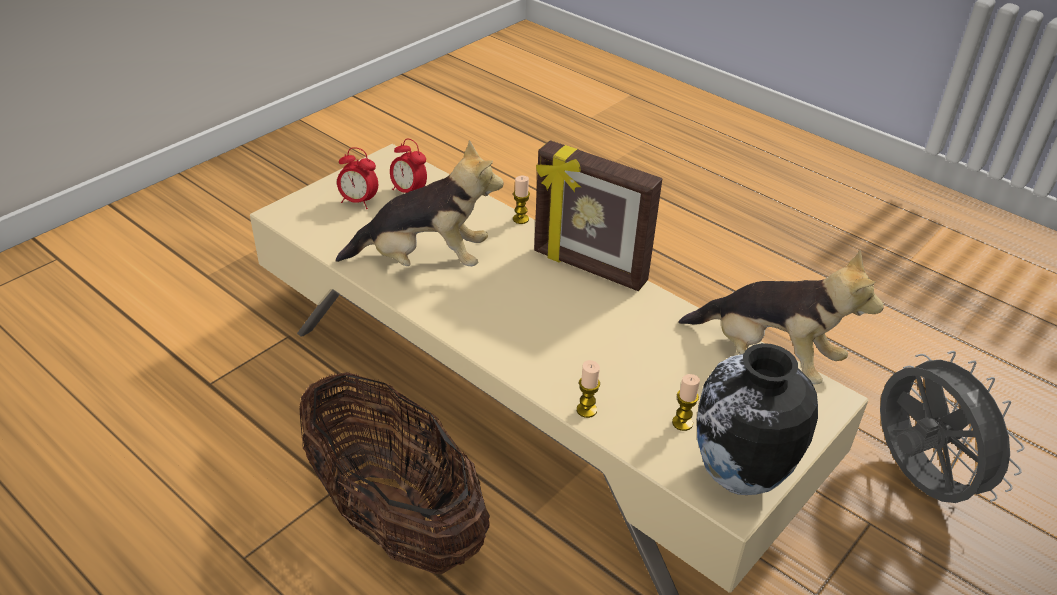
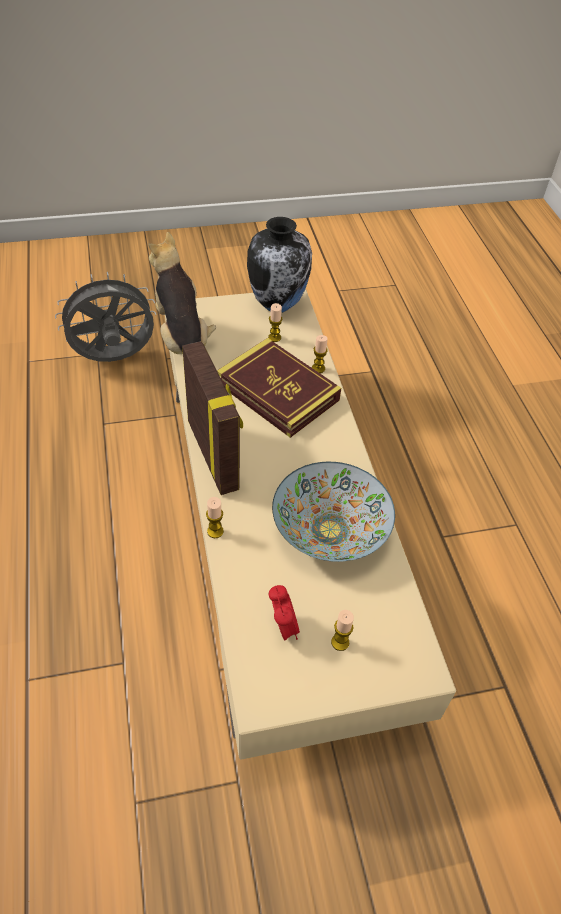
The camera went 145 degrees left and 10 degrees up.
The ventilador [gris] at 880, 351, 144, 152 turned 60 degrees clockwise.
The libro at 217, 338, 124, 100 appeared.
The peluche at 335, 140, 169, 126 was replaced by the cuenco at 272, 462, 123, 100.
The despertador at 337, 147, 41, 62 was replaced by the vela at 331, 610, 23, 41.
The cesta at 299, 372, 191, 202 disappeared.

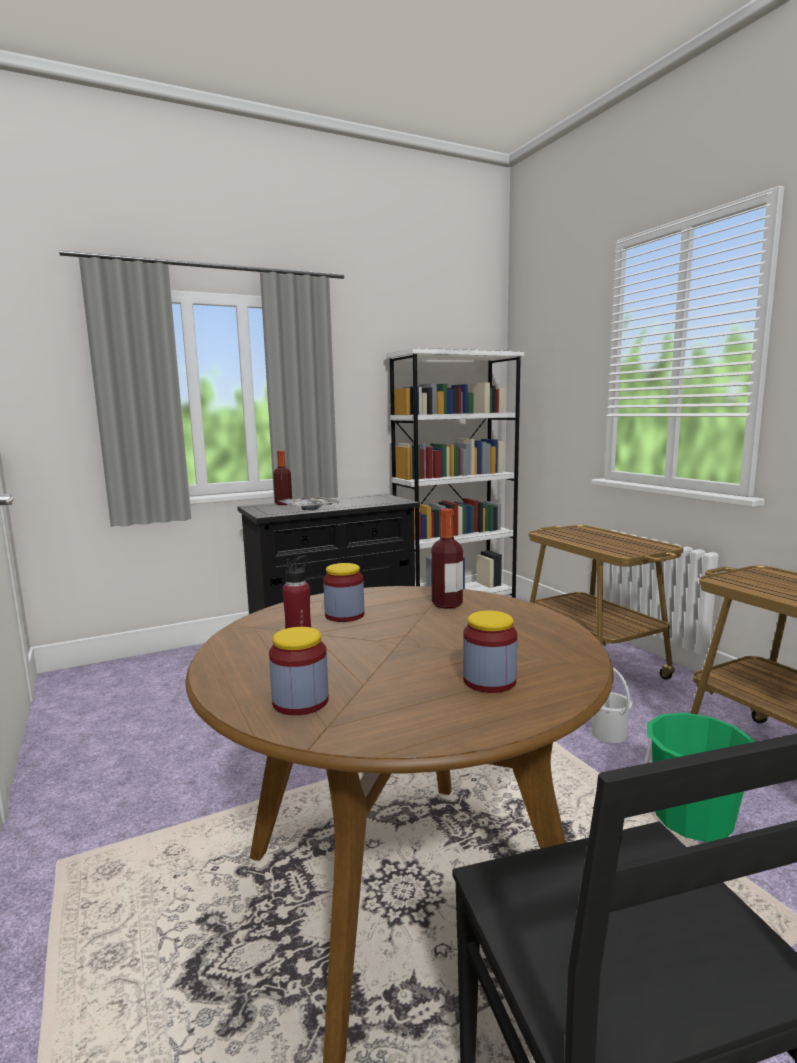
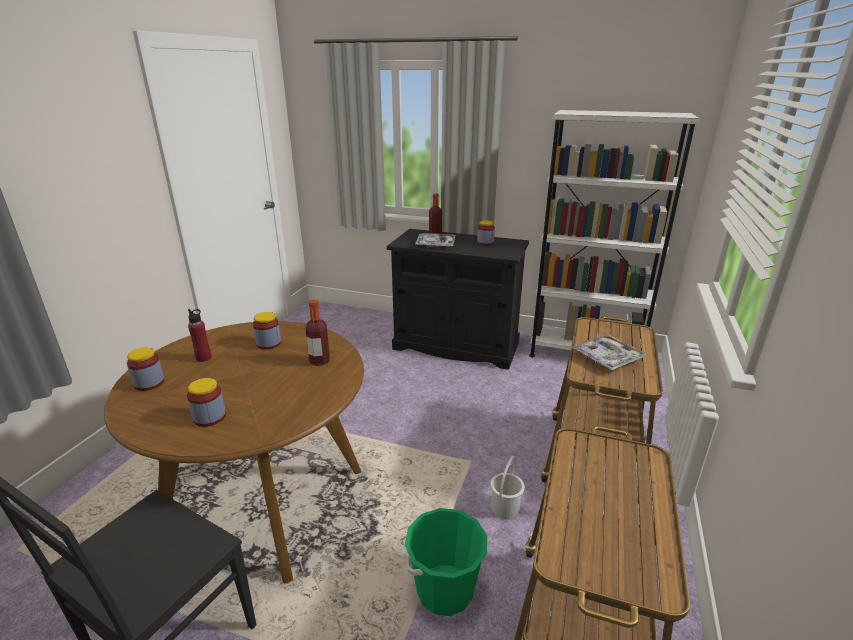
The camera went 45 degrees right and 15 degrees up.
The tarro at 477, 220, 18, 25 appeared.
The bandeja at 571, 334, 75, 36 appeared.

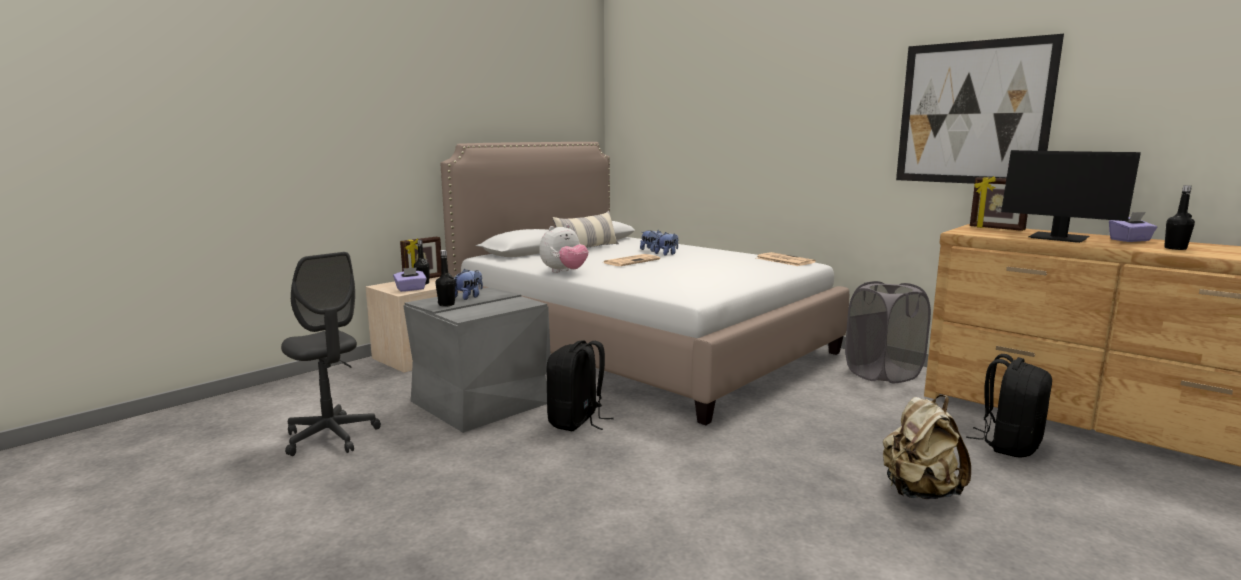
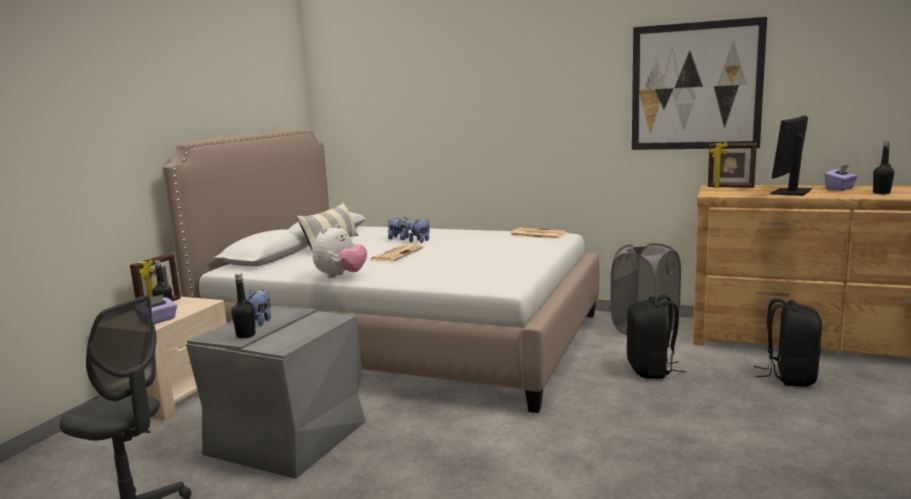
The camera went 20 degrees left and 0 degrees up.
The mochila [negro] moved from 546, 340, 68, 91 to 626, 295, 60, 84.
The monitor at 1001, 150, 140, 93 turned 105 degrees clockwise.
The mochila [beis] at 883, 395, 88, 104 disappeared.

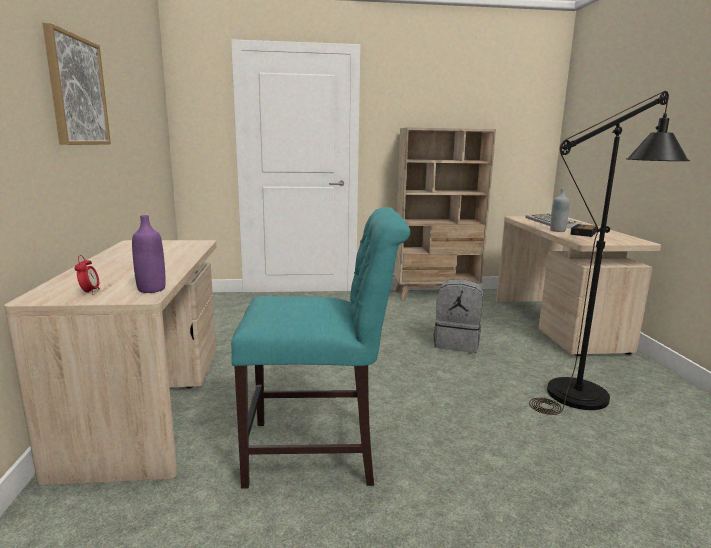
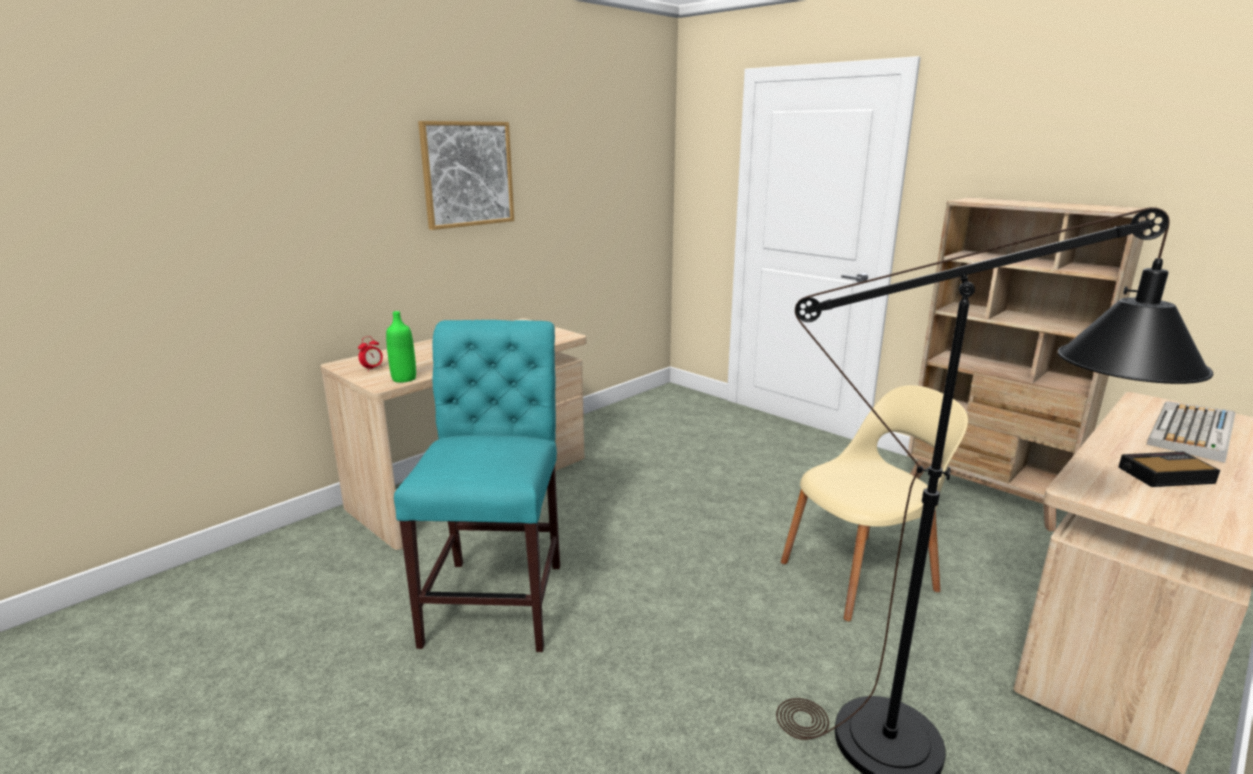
The camera went 50 degrees right and 5 degrees up.
The botella [morado] at 132, 215, 34, 78 became the botella [verde] at 386, 311, 30, 72.
The silla [turquesa] at 231, 207, 179, 282 turned 135 degrees counterclockwise.
The mochila [gris] at 434, 279, 49, 74 was replaced by the silla [beis] at 781, 385, 187, 237.
The botella [gris] at 550, 188, 20, 44 disappeared.

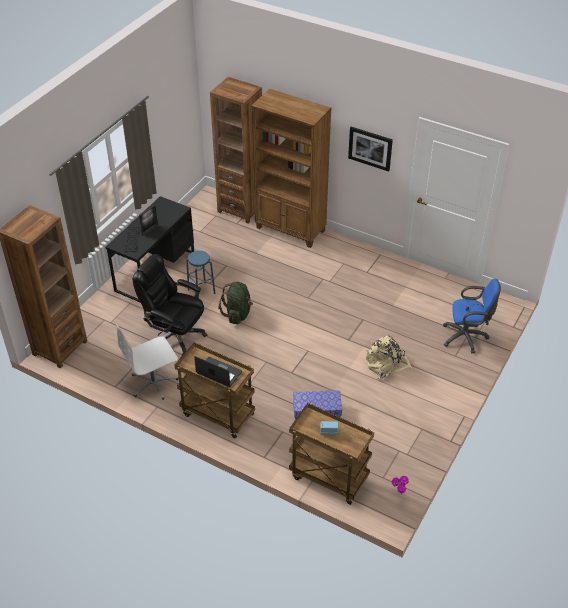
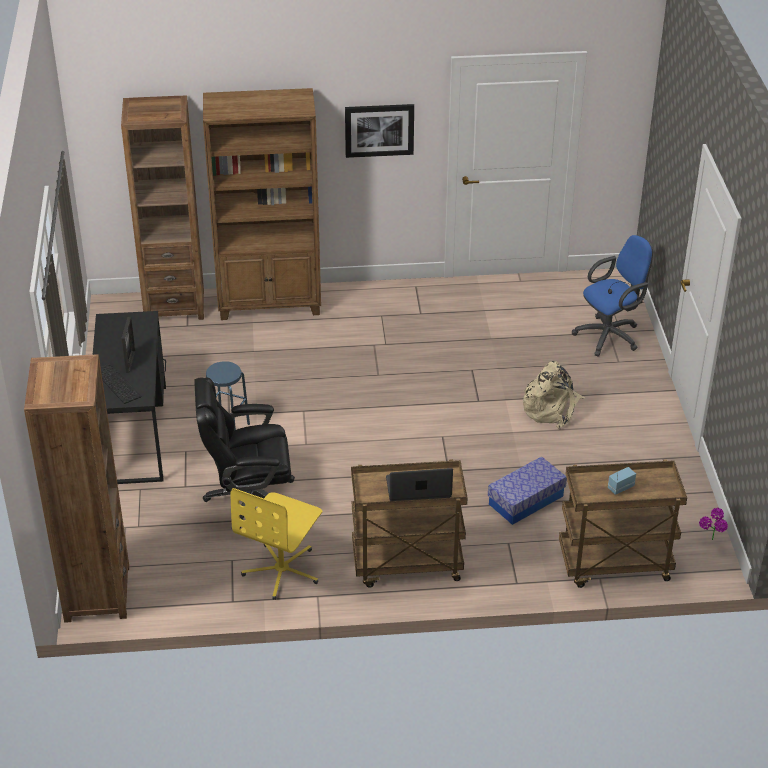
The camera went 35 degrees left and 5 degrees down.
The silla de oficina [blanco] at 116, 324, 62, 76 became the silla de oficina [amarillo] at 231, 488, 91, 112.
The mochila [verde] at 218, 282, 35, 42 disappeared.

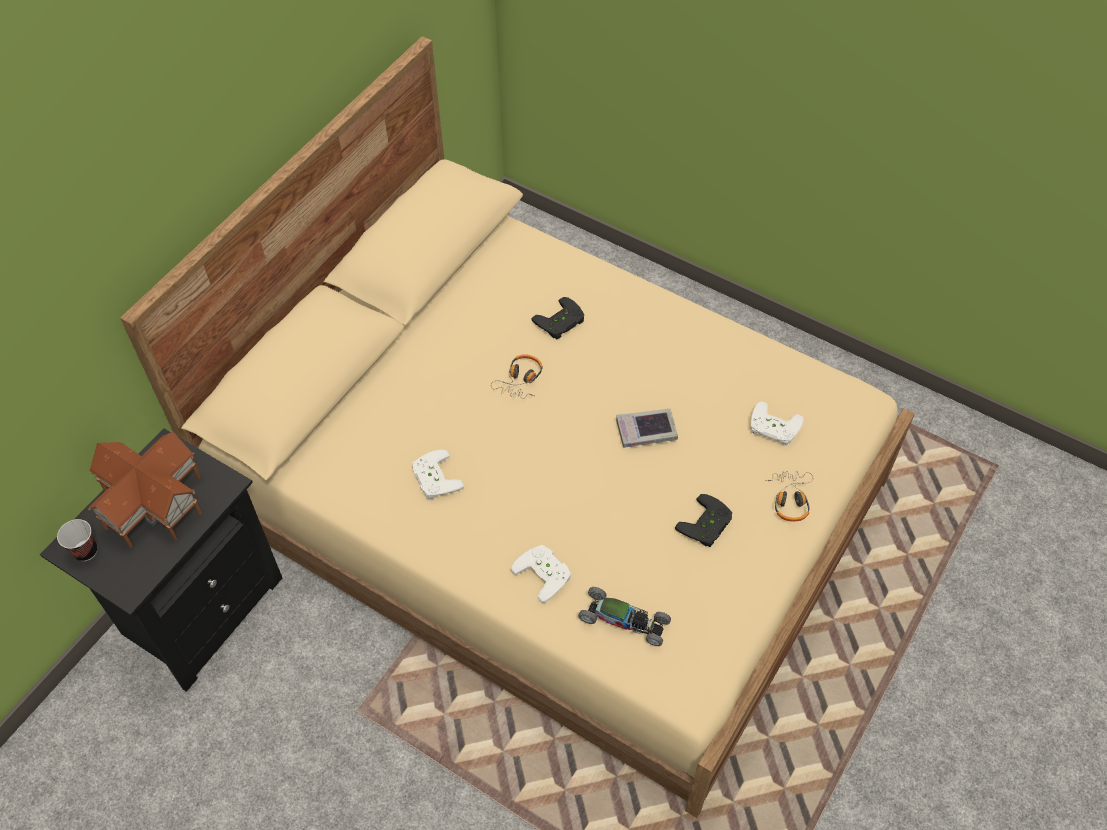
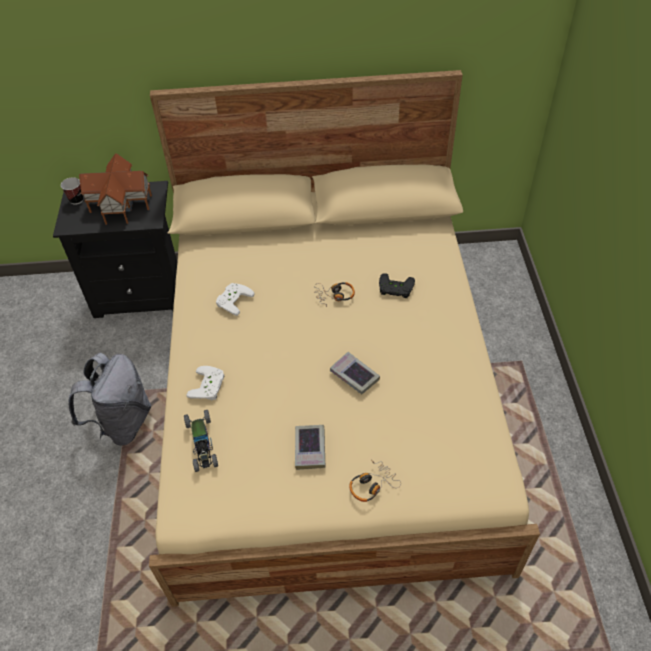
The camera went 55 degrees right and 5 degrees down.
The mochila [gris] at 68, 353, 83, 93 appeared.
The mando de consola [negro] at 675, 494, 57, 53 was replaced by the libro at 295, 425, 31, 45.
The mando de consola [blanco] at 750, 401, 54, 45 disappeared.

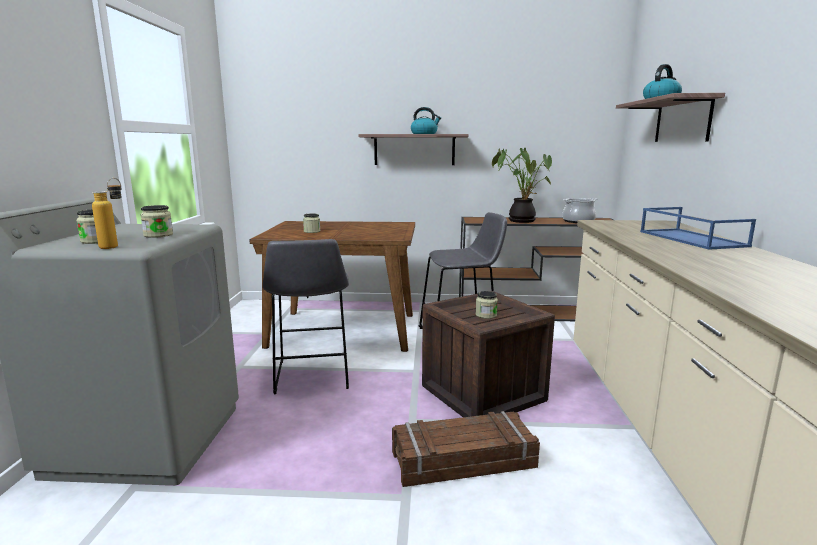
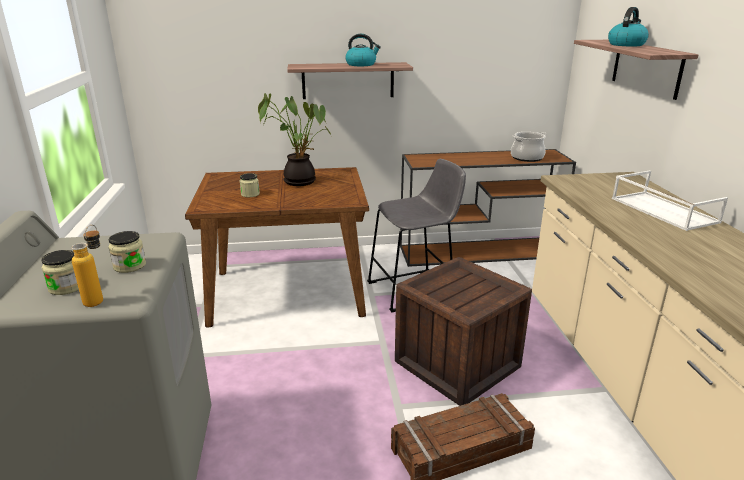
The camera went 10 degrees left and 10 degrees up.
The planta en maceta moved from 492, 148, 60, 75 to 258, 93, 73, 93.
The bandeja [azul] at 640, 207, 116, 43 became the bandeja [blanco] at 612, 171, 116, 60.
The taburete [gris] at 263, 239, 86, 155 disappeared.
The tarro at 475, 291, 23, 28 disappeared.

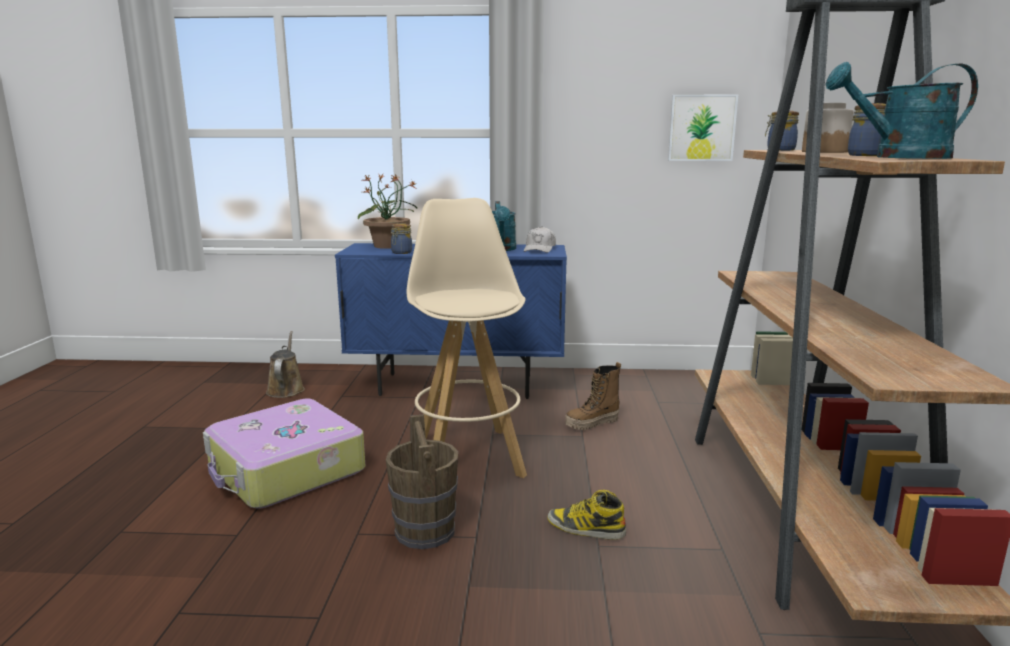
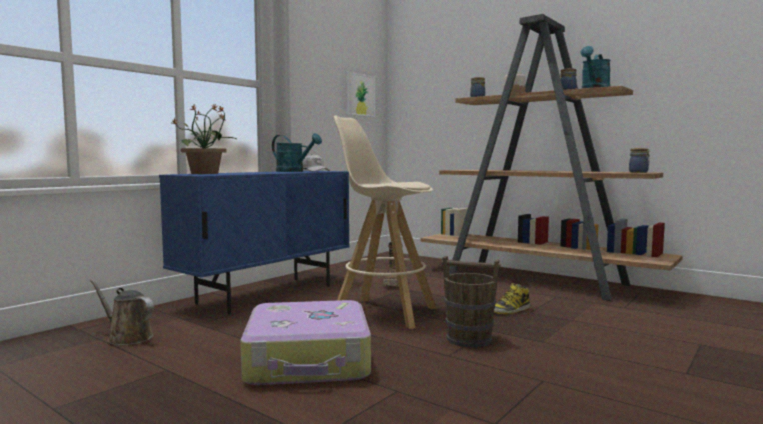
The camera went 55 degrees left and 10 degrees down.
The tarro moved from 391, 223, 21, 31 to 629, 148, 21, 25.

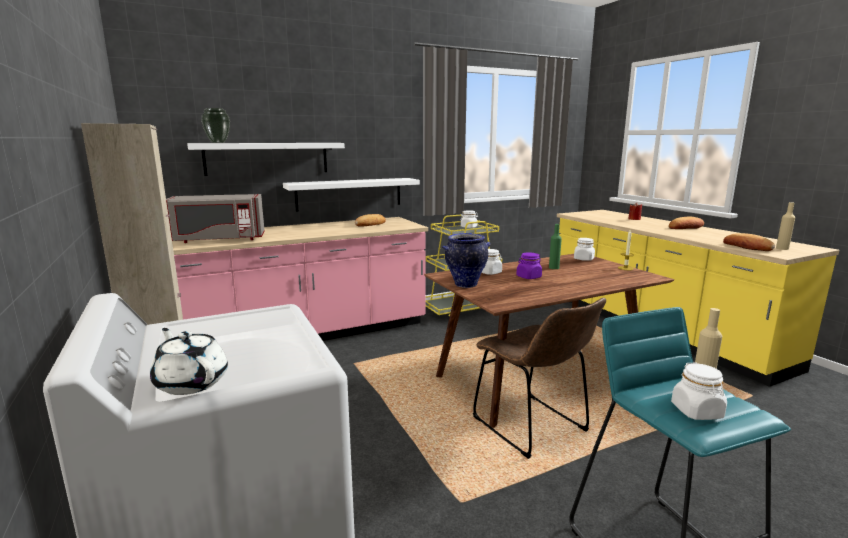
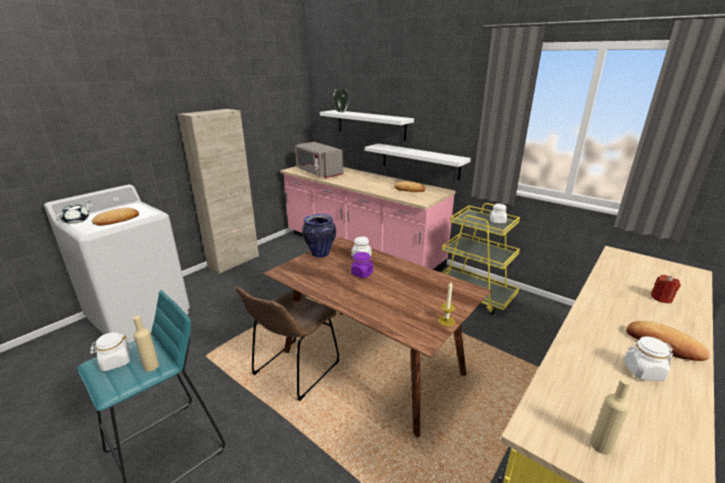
The camera went 65 degrees right and 10 degrees up.
The pan moved from 723, 233, 52, 18 to 92, 208, 47, 18.
The tarro [blanco] moved from 574, 238, 21, 23 to 624, 336, 49, 45.
The botella [verde] at 549, 224, 13, 45 disappeared.

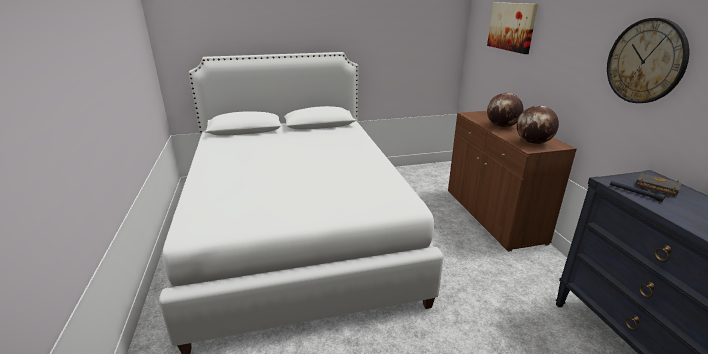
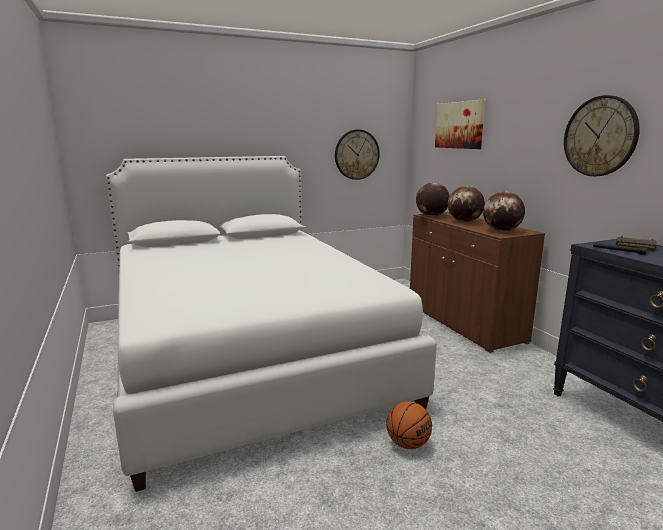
The camera went 10 degrees left and 10 degrees down.
The reloj de pared at 335, 130, 45, 50 appeared.
The balón de baloncesto at 386, 401, 46, 48 appeared.
The globo terráqueo at 416, 183, 34, 34 appeared.

